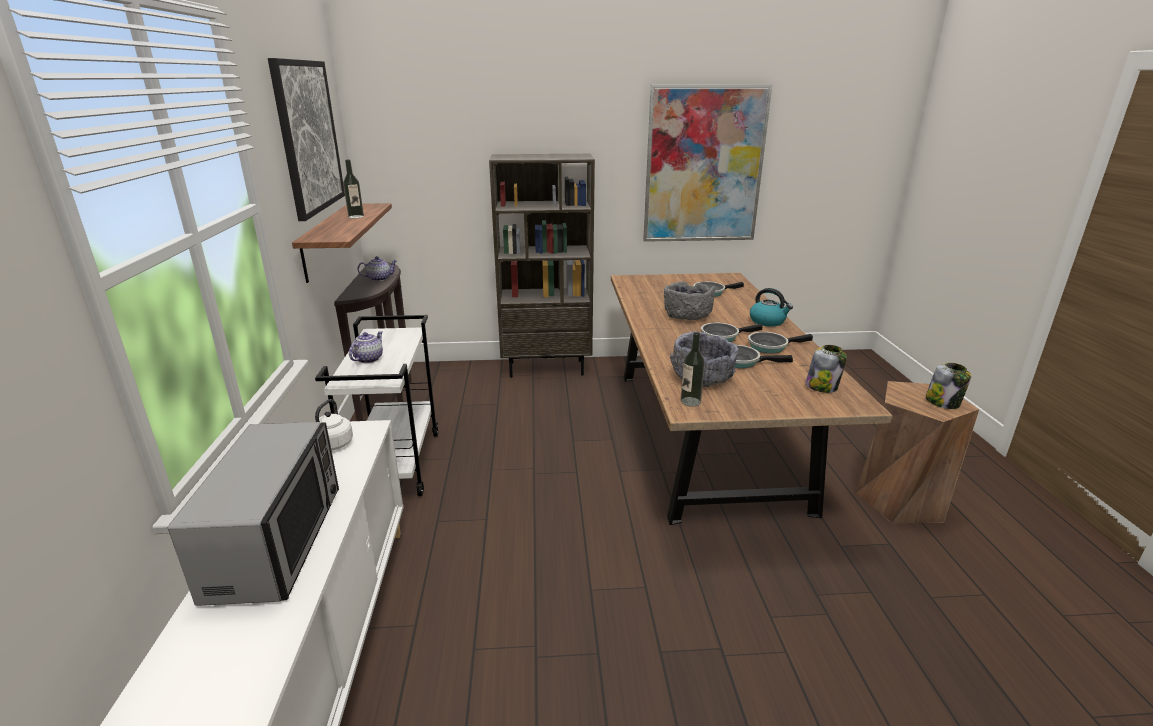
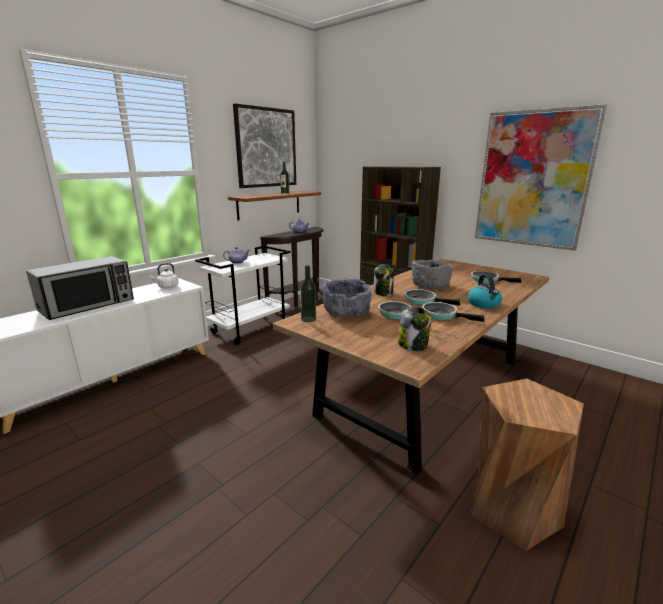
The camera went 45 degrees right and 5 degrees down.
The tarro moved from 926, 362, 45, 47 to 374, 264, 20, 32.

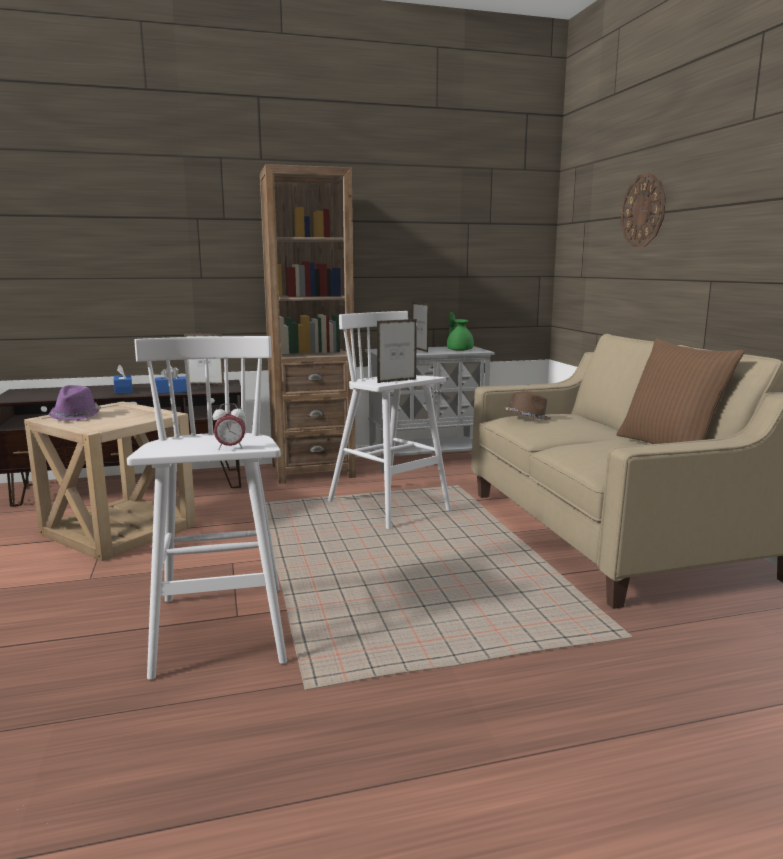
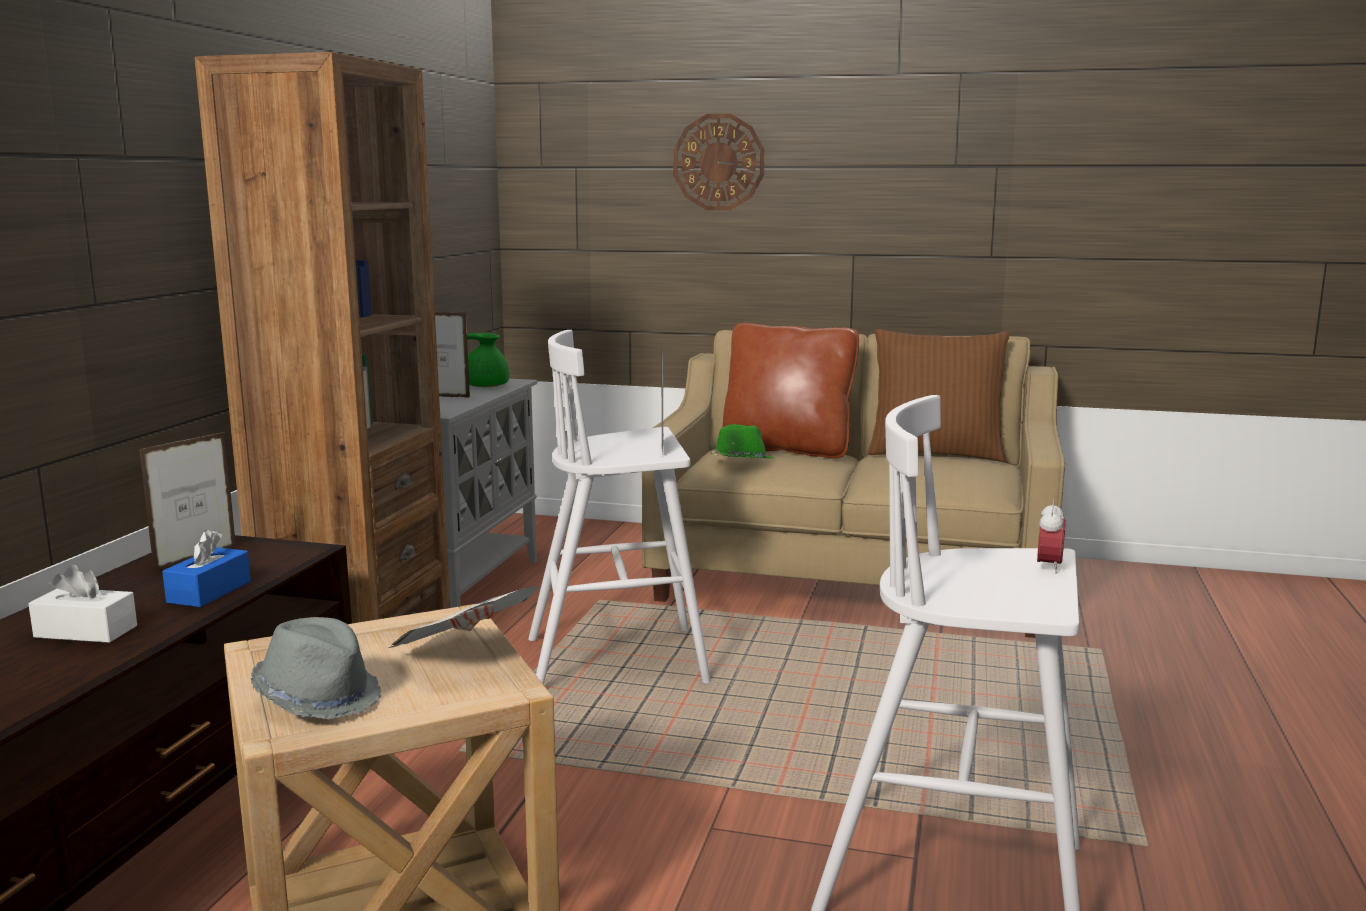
The camera went 60 degrees left and 0 degrees up.
The caja de pañuelos [azul] at 114, 365, 19, 29 became the caja de pañuelos [blanco] at 28, 564, 109, 79.
The sombrero [morado] at 48, 385, 53, 36 became the sombrero [gris] at 251, 617, 131, 102.
The periódico at 388, 586, 152, 62 appeared.
The sombrero [marrón] at 504, 391, 47, 29 became the sombrero [verde] at 711, 424, 63, 35.
The cojín [marrón] at 722, 323, 137, 135 appeared.

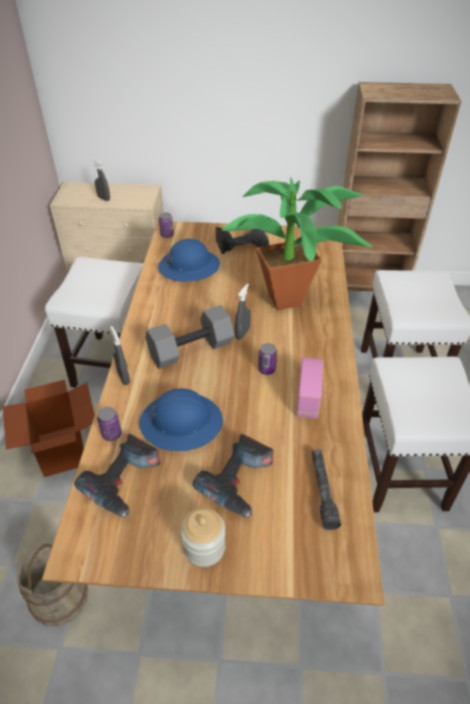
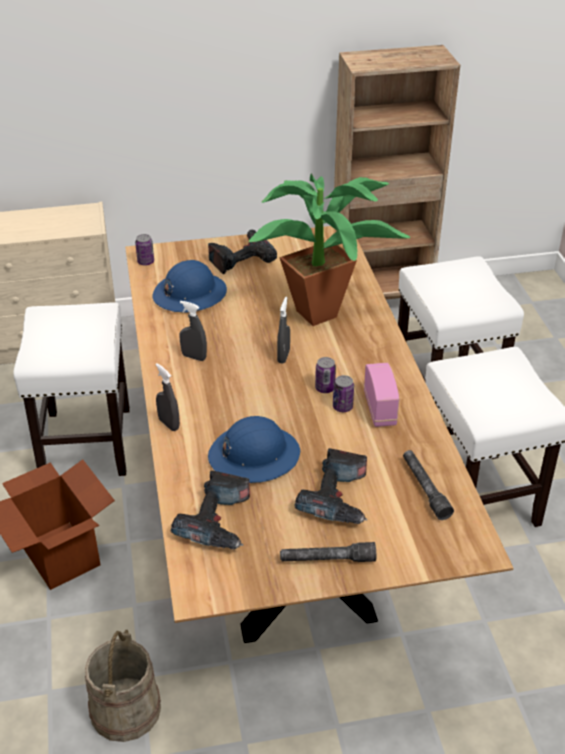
The camera went 15 degrees left and 5 degrees down.
The pulverizador [gris] moved from 92, 159, 18, 42 to 179, 301, 28, 60.
The tarro at 181, 507, 45, 60 was replaced by the linterna [gris] at 280, 542, 96, 20.
The lata moved from 97, 407, 25, 34 to 333, 375, 21, 37.
The mancuerna [gris] at 146, 305, 89, 64 disappeared.

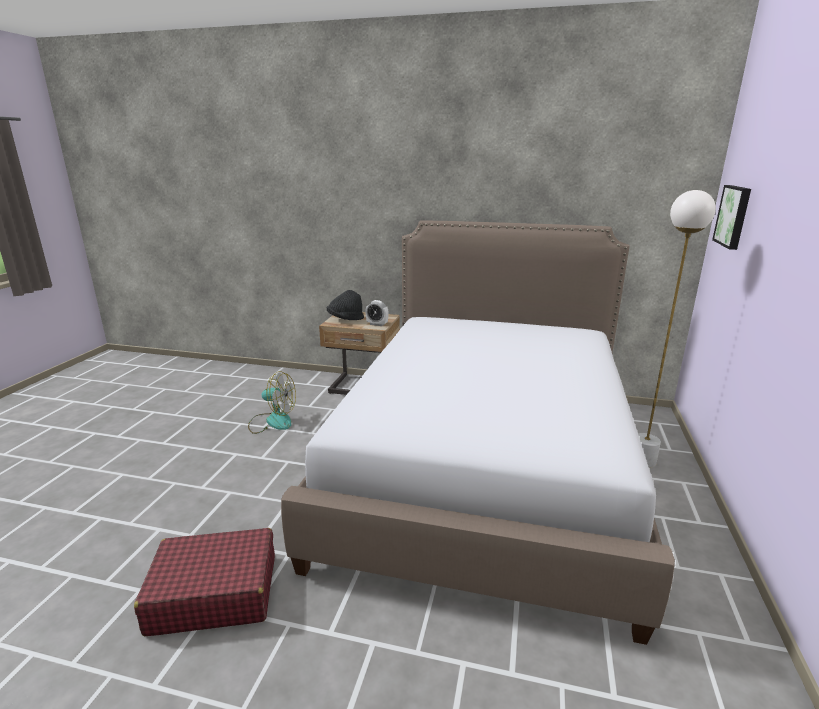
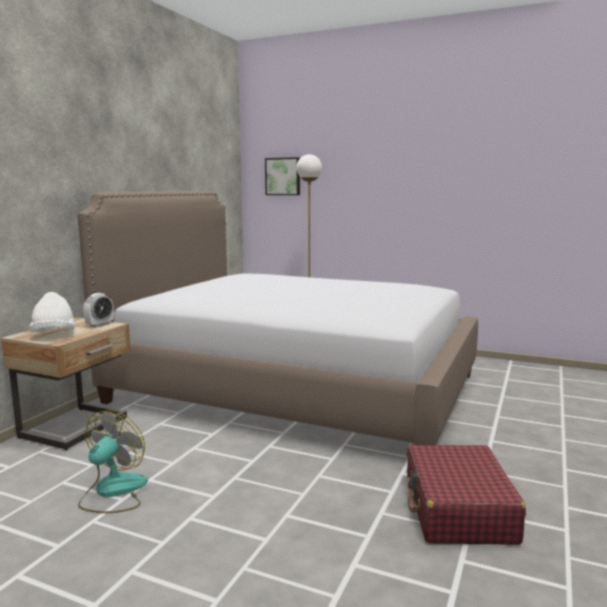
The camera went 80 degrees left and 10 degrees down.
The sombrero [negro] at 327, 290, 37, 30 became the sombrero [blanco] at 29, 292, 46, 40.

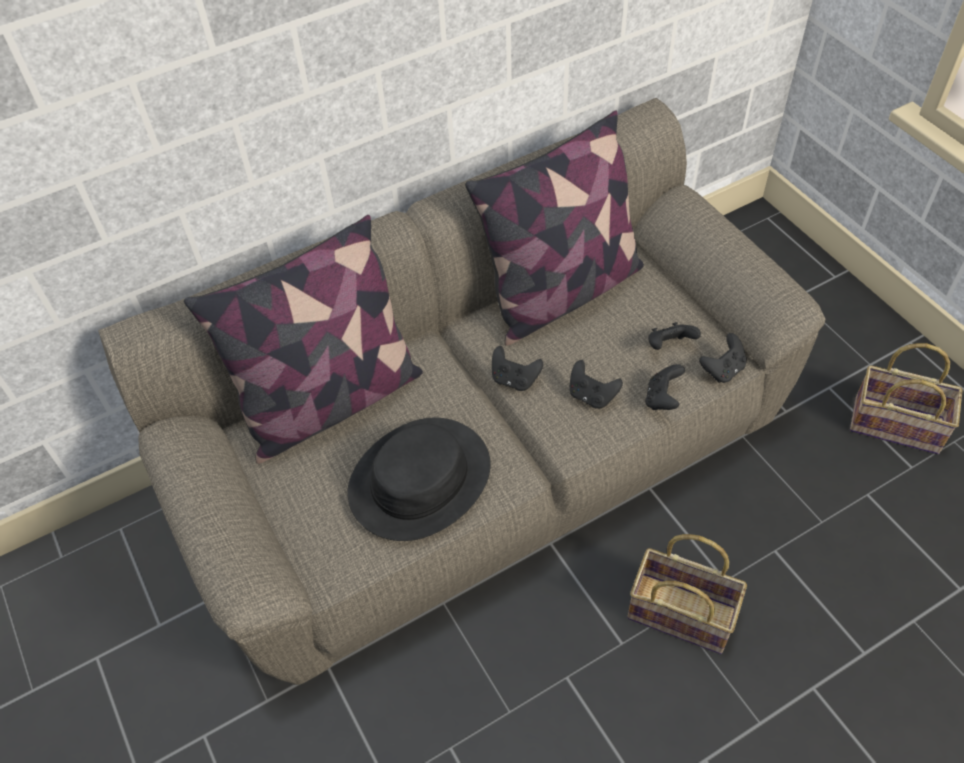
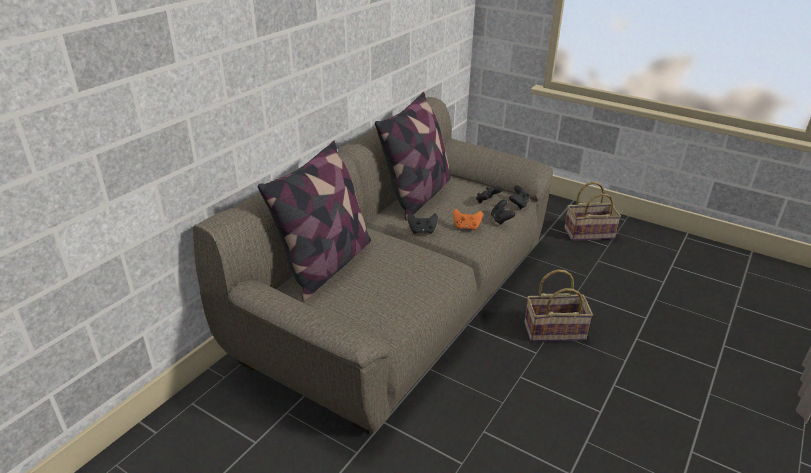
The camera went 30 degrees left and 20 degrees down.
The mando de consola [negro] at 569, 360, 54, 49 became the mando de consola [naranja] at 453, 209, 30, 21.
The sombrero [negro] at 347, 418, 144, 123 disappeared.

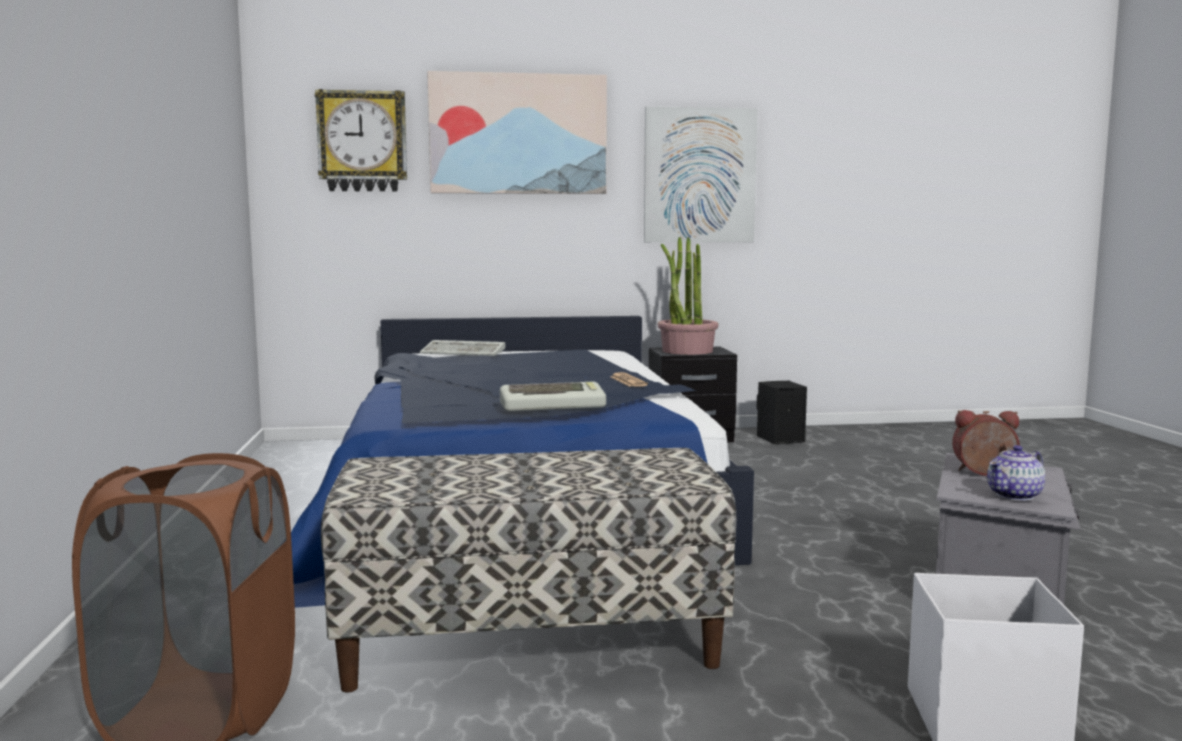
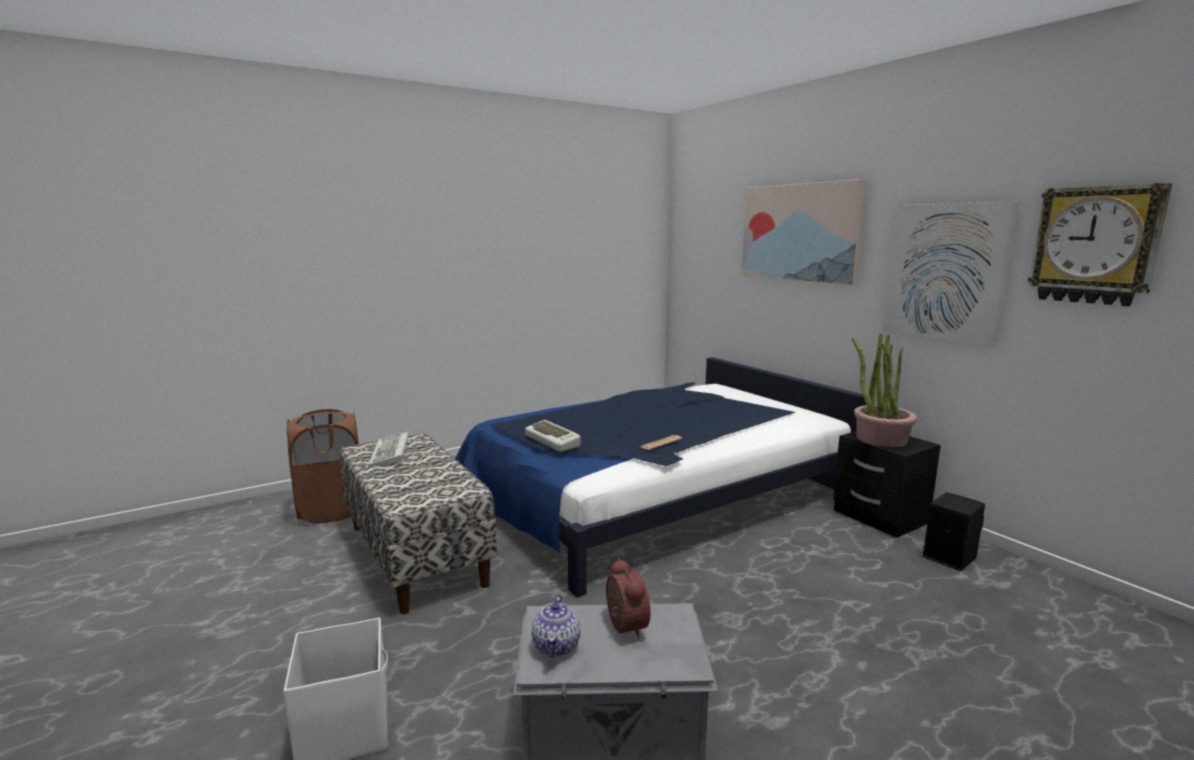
The camera went 65 degrees right and 5 degrees up.
The teclado moved from 420, 340, 85, 16 to 368, 432, 41, 34.
The tetera at 987, 445, 59, 56 turned 120 degrees counterclockwise.
The reloj de pared moved from 315, 89, 92, 103 to 1028, 183, 144, 124.

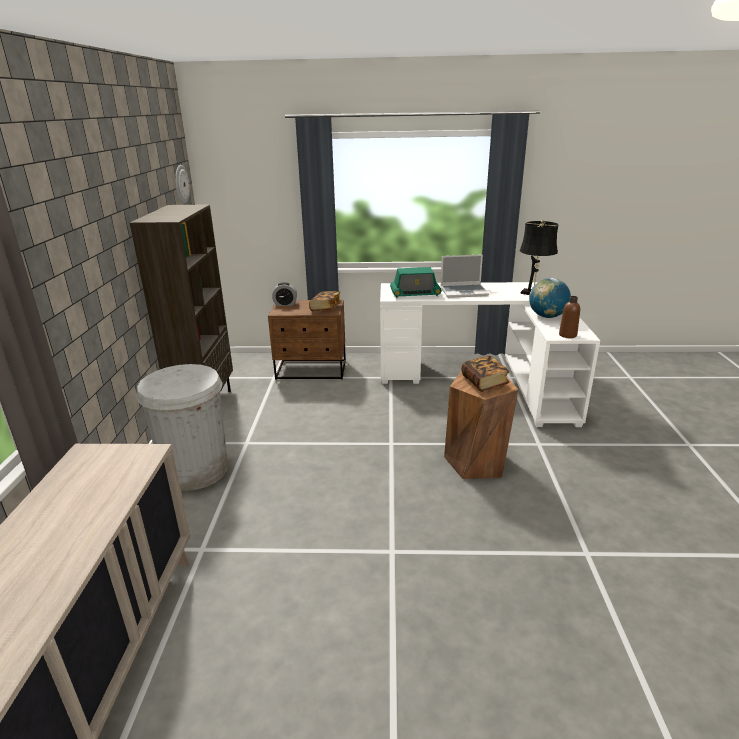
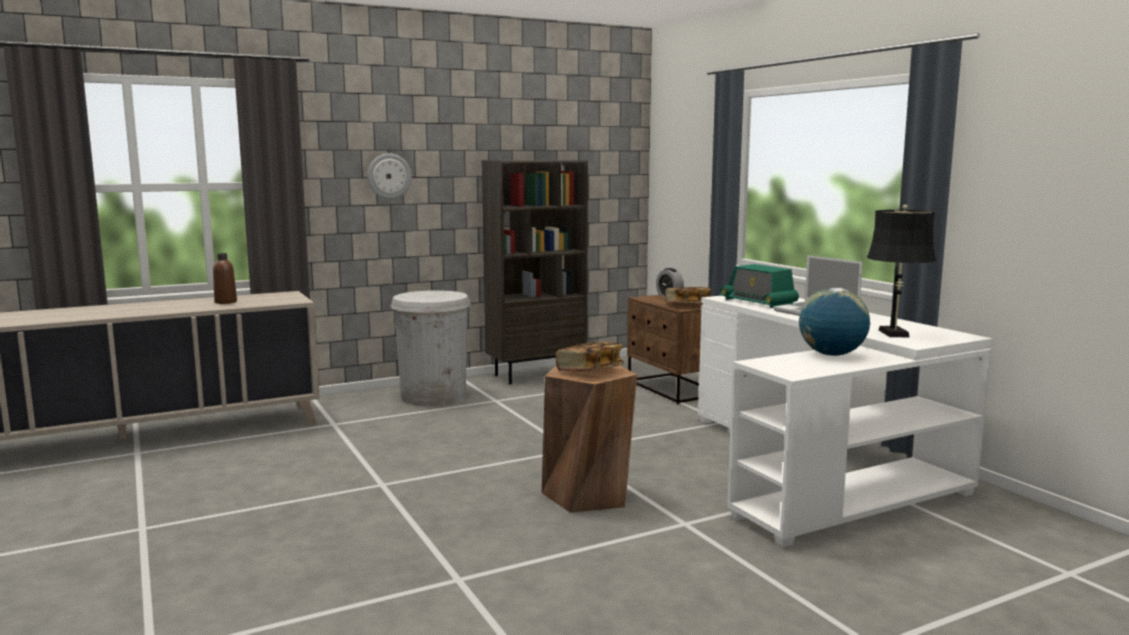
The camera went 60 degrees right and 15 degrees down.
The botella [marrón] moved from 559, 296, 21, 42 to 213, 253, 24, 51.
The reloj de pared moved from 175, 165, 15, 39 to 367, 153, 45, 46.

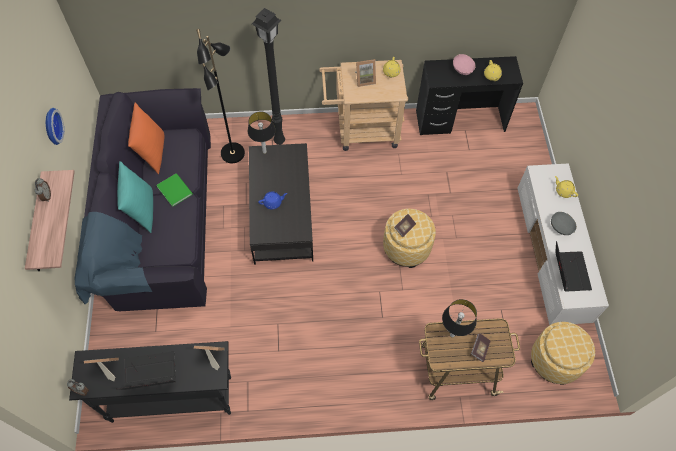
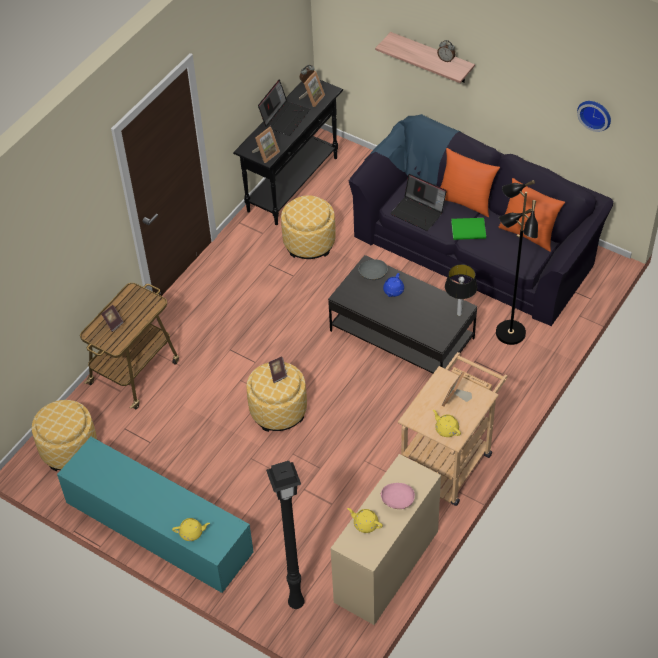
The camera went 130 degrees right and 10 degrees down.
The mueble de televisión [blanco] at 517, 163, 92, 162 became the mueble de televisión [turquesa] at 57, 437, 196, 156.
The lámpara de pie [negro] moved from 252, 8, 33, 137 to 266, 461, 39, 148.
The puf at 281, 195, 55, 64 appeared.
The escritorio [negro] at 416, 56, 107, 79 became the escritorio [beis] at 331, 454, 110, 171.
The cuenco [gris] moved from 551, 212, 26, 23 to 358, 259, 30, 21.
The portátil moved from 555, 241, 37, 50 to 390, 174, 57, 57.
The cojín [turquesa] at 117, 161, 36, 72 became the cojín [naranja] at 441, 148, 59, 69.
The reloj de pared moved from 46, 108, 18, 37 to 577, 101, 34, 31.
The lámpara de mesa at 442, 299, 35, 39 disappeared.

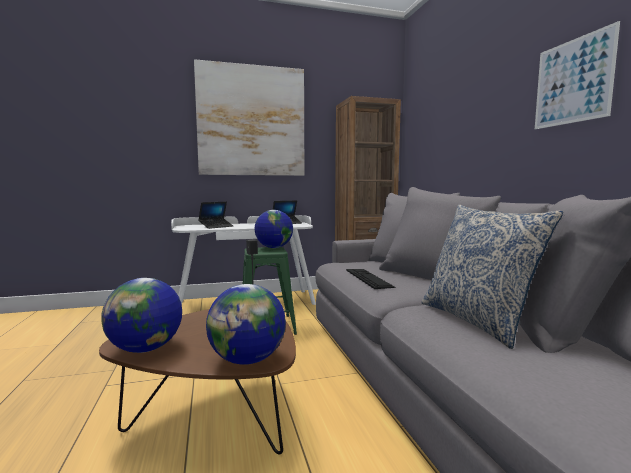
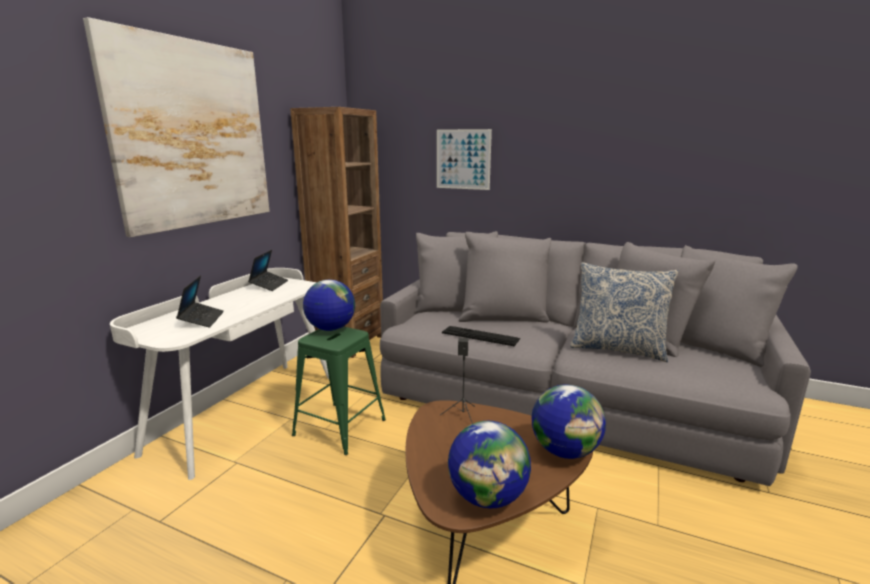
The camera went 50 degrees left and 10 degrees up.
The cuadro moved from 535, 21, 85, 108 to 437, 129, 55, 61.

